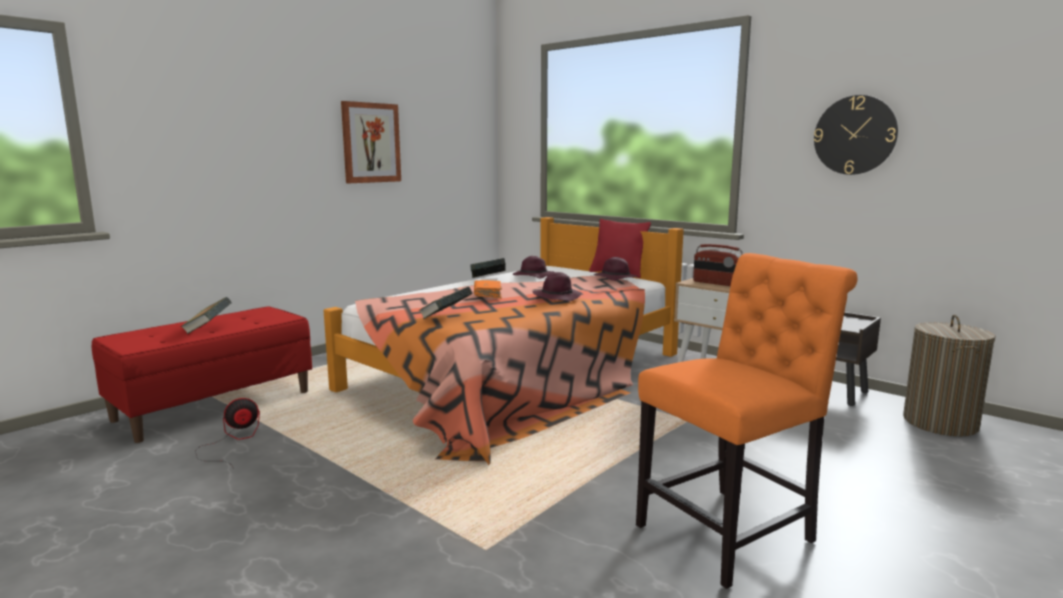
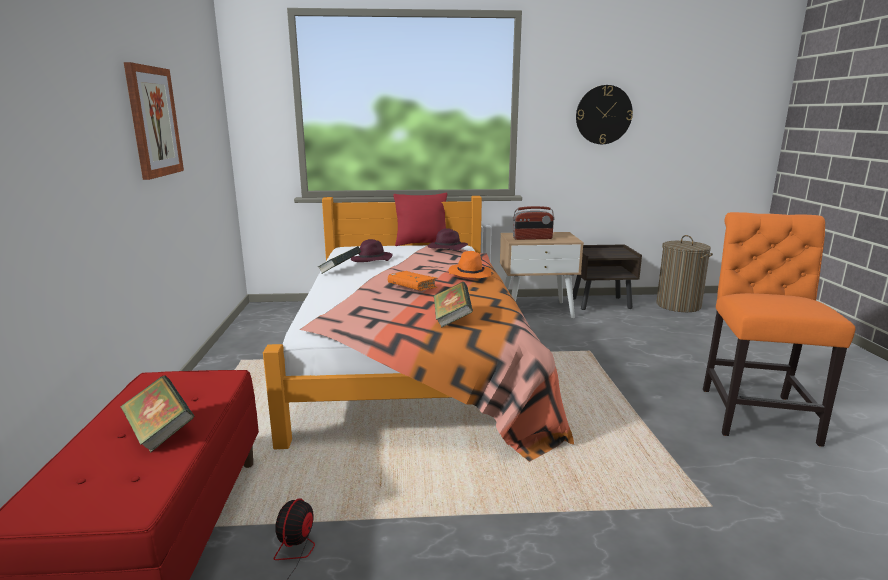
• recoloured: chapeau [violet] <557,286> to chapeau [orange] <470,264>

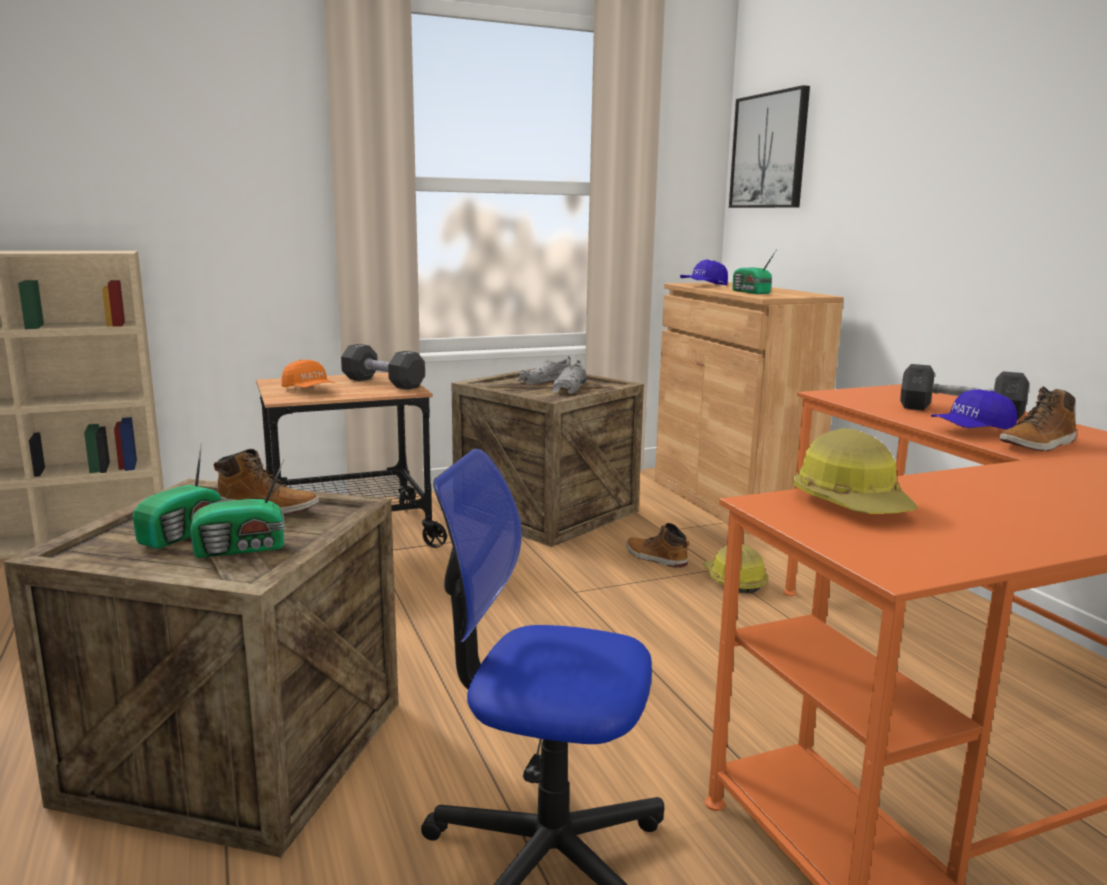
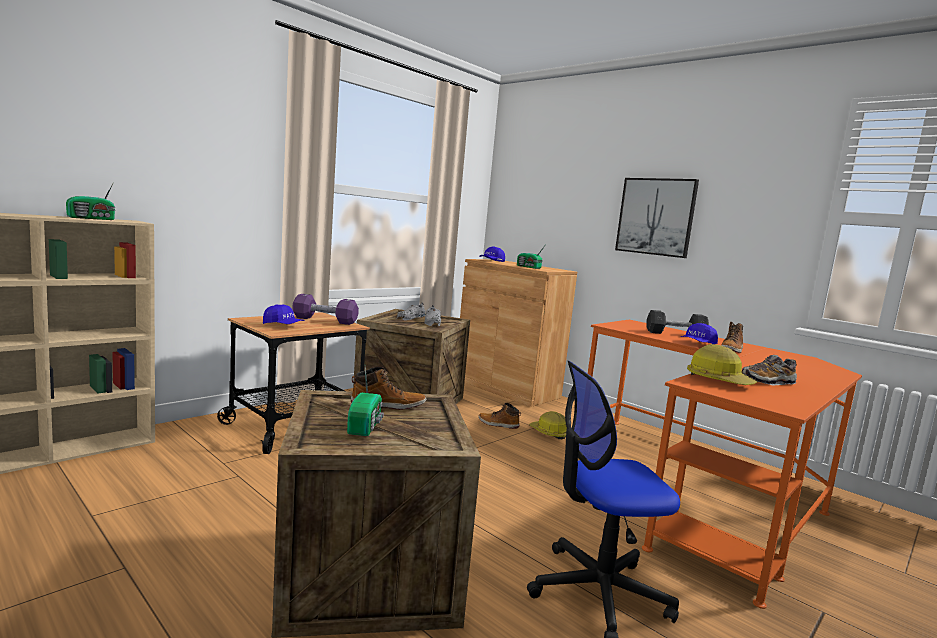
• moved: radio <237,508> to <90,201>
• recoloured: casquette [orange] <308,373> to casquette [bleu] <284,314>
• recoloured: haltère [noir] <383,367> to haltère [violet] <326,309>
• moved: tableau <769,146> to <657,218>
• added: chaussure <769,370>

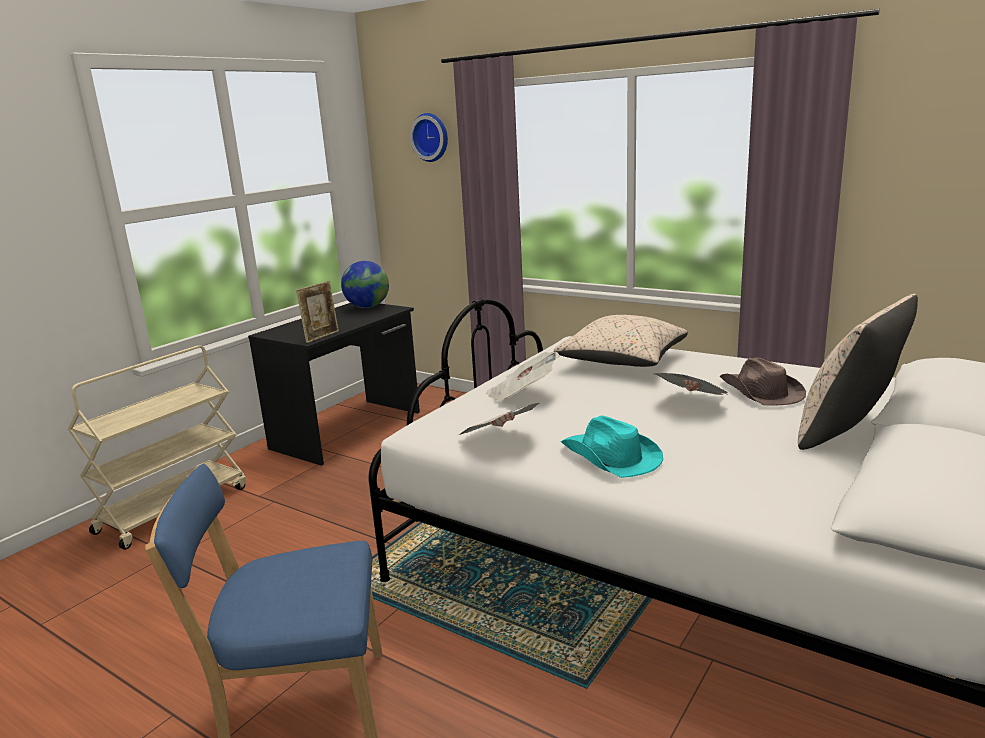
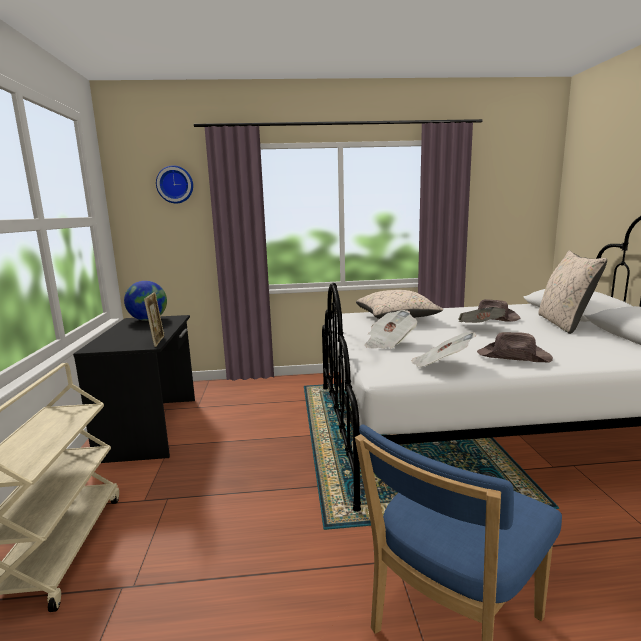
• recoloured: chapeau [turquoise] <612,447> to chapeau [marron] <515,347>

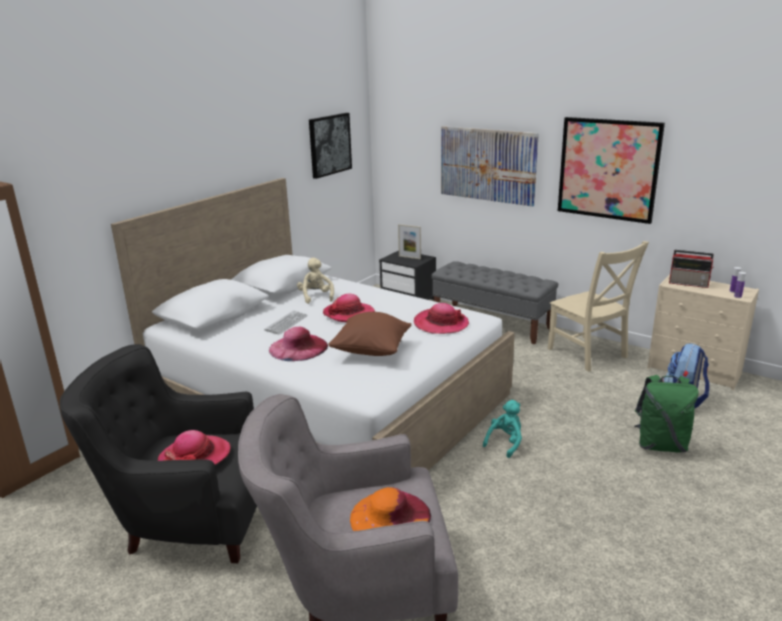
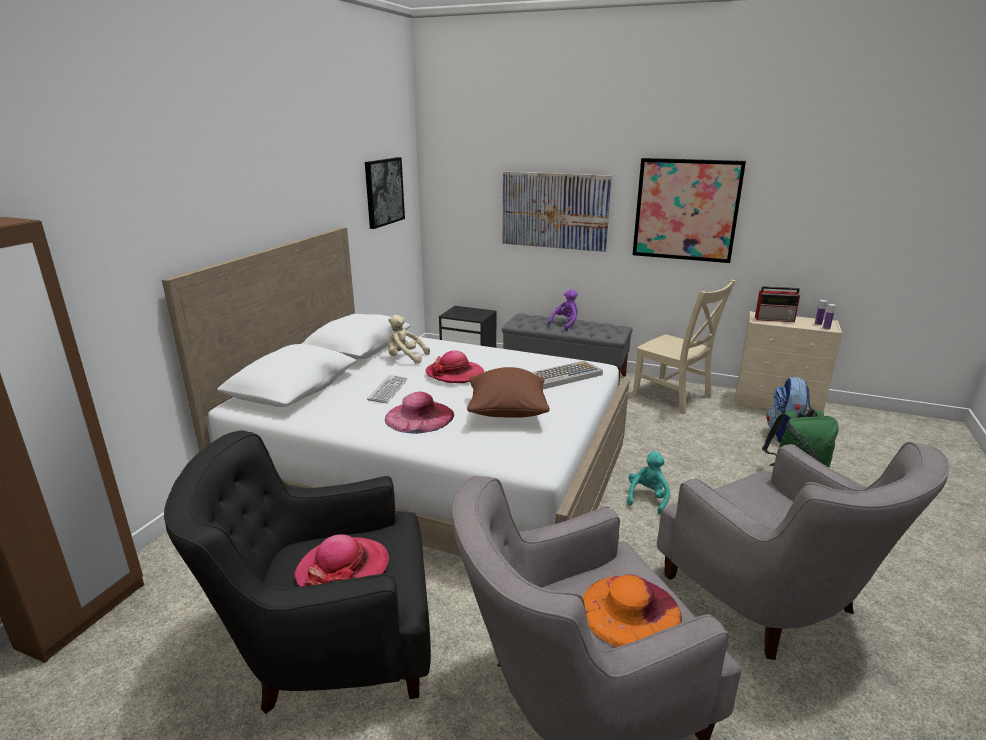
• turned: peluche [beige] <315,281> = <409,339> 45 degrees counterclockwise
• replaced: chapeau <441,318> to clavier <567,375>
• added: peluche [violet] <563,310>
• added: fauteuil [gris] <803,551>
• removed: cadre photo <409,241>

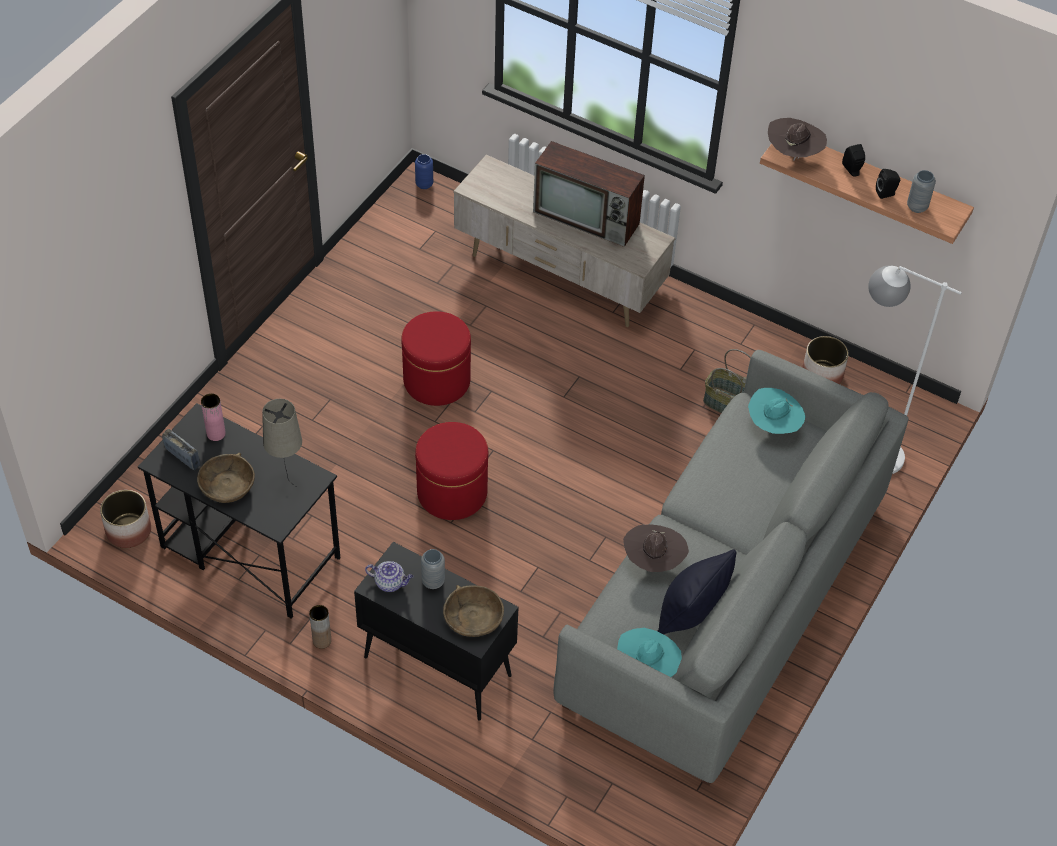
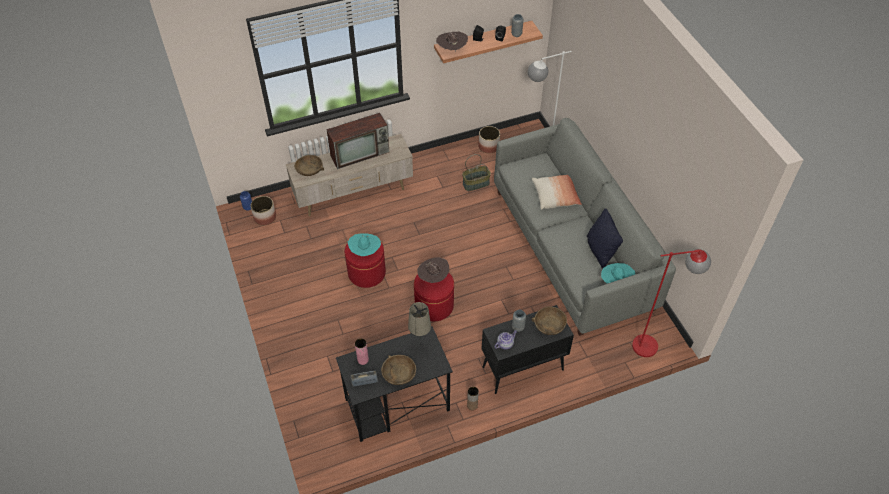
• moved: cache-pot <125,519> to <263,210>
• added: bol [marron] <309,165>
• moved: chapeau [turquoise] <777,411> to <364,244>
• moved: chapeau [marron] <656,548> to <433,270>
• added: coussin <557,192>
• added: lampadaire [rouge] <671,303>

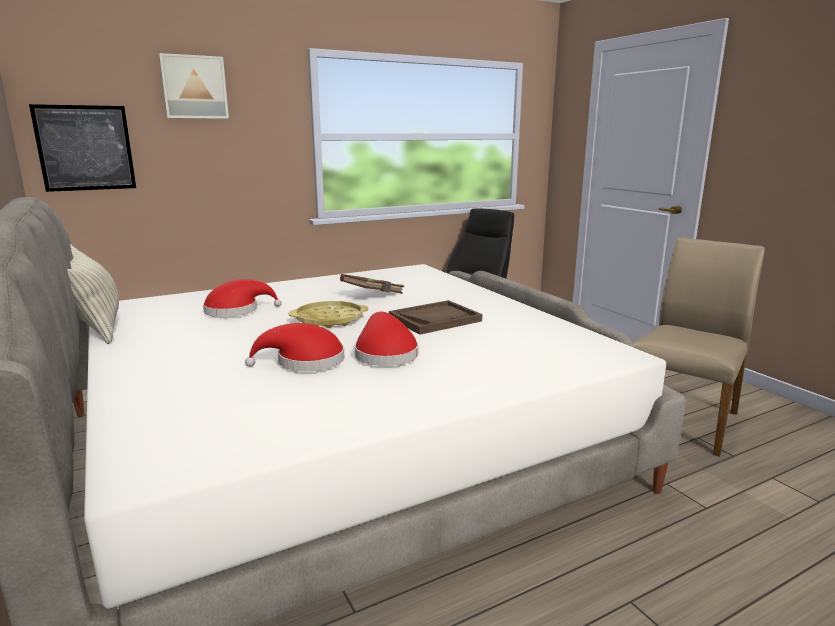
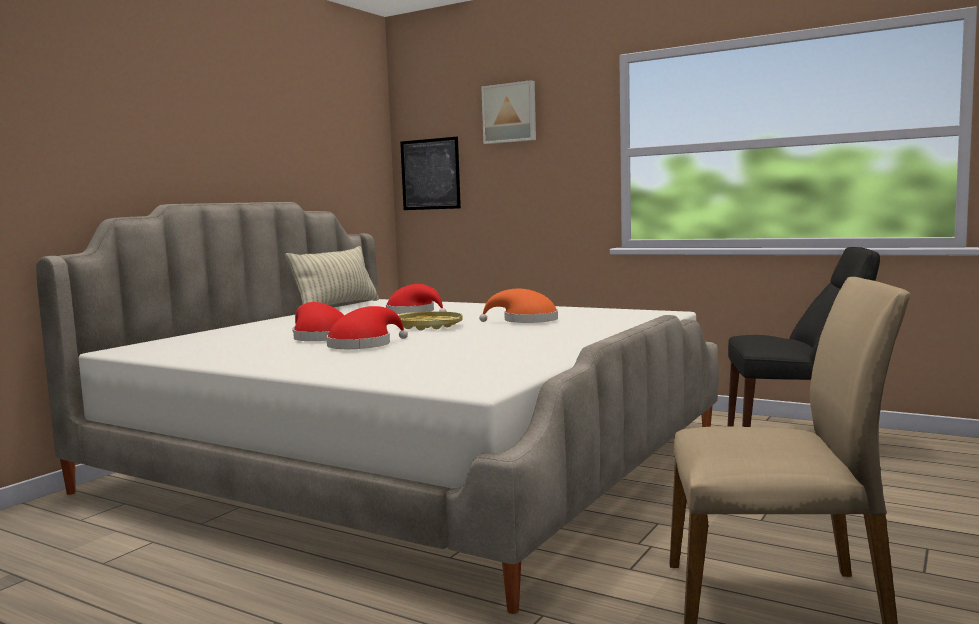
• replaced: livre [marron] <372,284> to chapeau [orange] <518,306>
• removed: plateau [marron] <435,317>

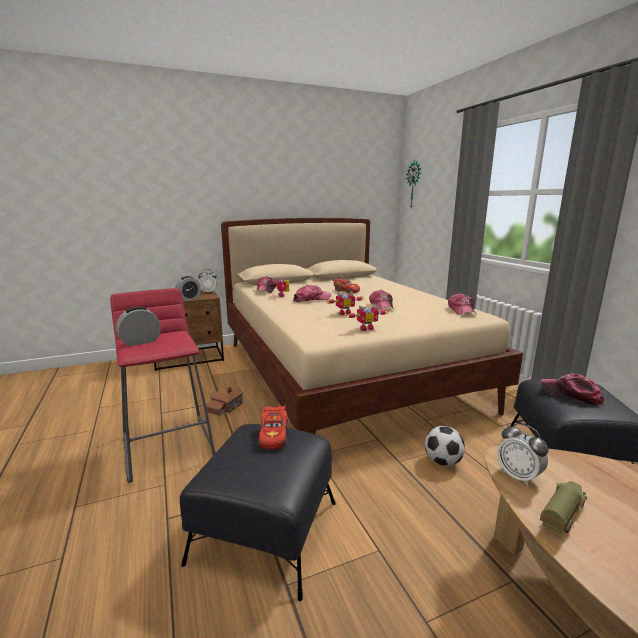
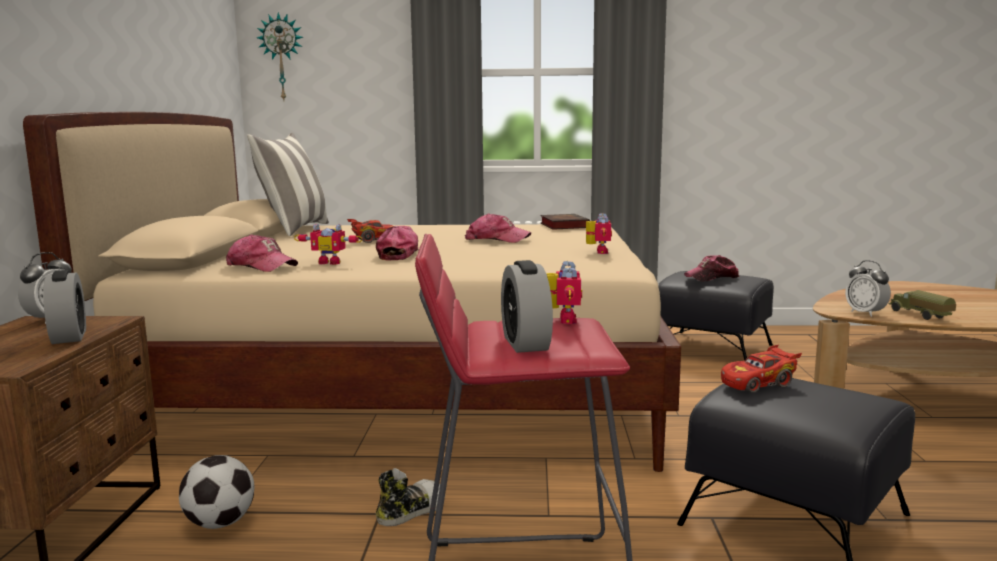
• moved: ballon de foot <445,446> to <216,492>
• added: coussin <288,184>
• replaced: maison miniature <224,401> to chaussure <410,497>
• replaced: casquette <462,304> to livre <565,222>
• moved: robot jouet <345,303> to <564,292>
• turned: petite voiture [rouge] <273,426> = <761,368> 135 degrees clockwise
• turned: réveil <522,454> = <868,288> 75 degrees clockwise

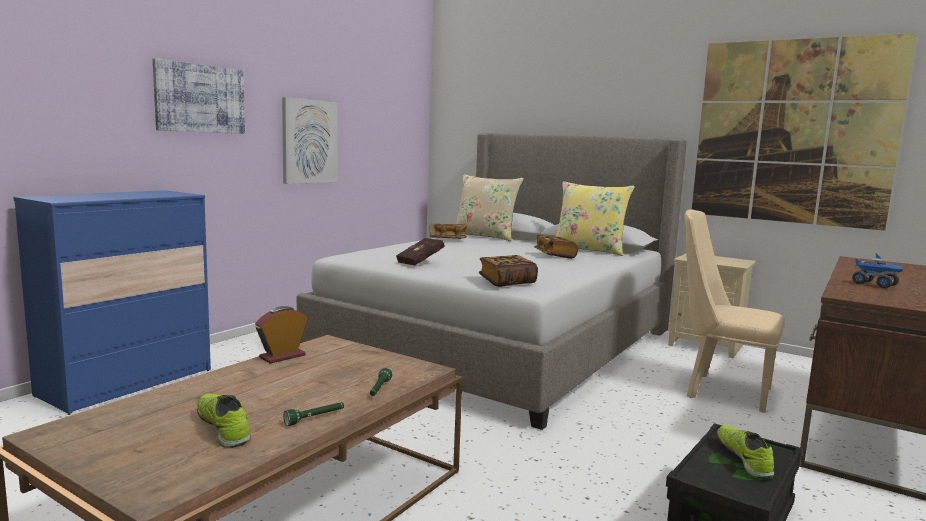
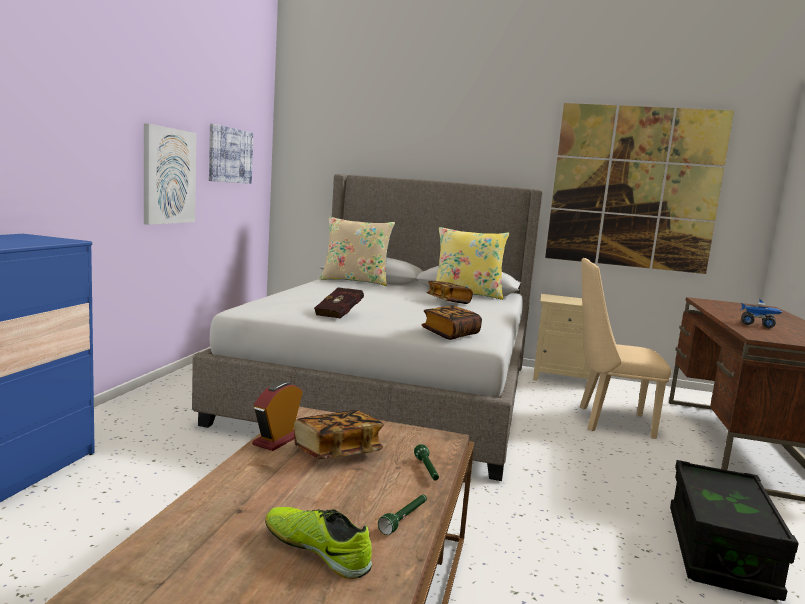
• moved: tableau <199,96> to <231,153>
• moved: livre <448,231> to <339,434>
• removed: chaussure <745,451>

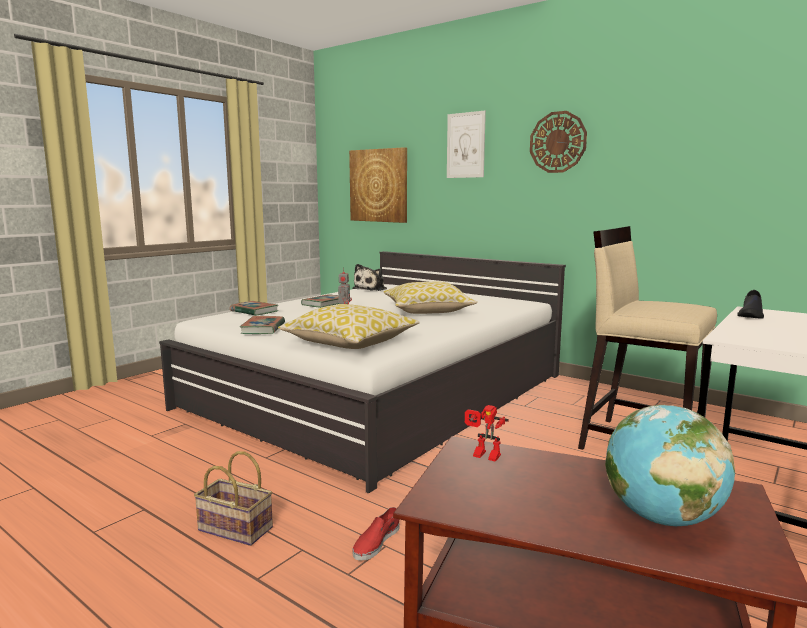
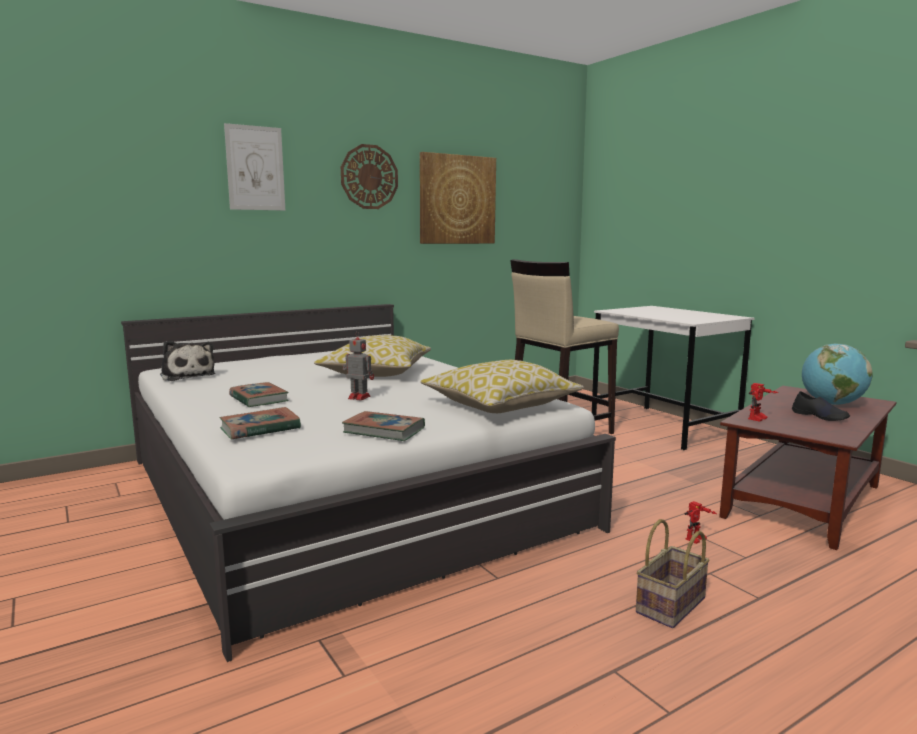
• moved: tableau <378,185> to <458,198>
• replaced: chaussure [rouge] <376,533> to robot jouet <700,522>
• moved: chaussure [noir] <750,304> to <821,406>

